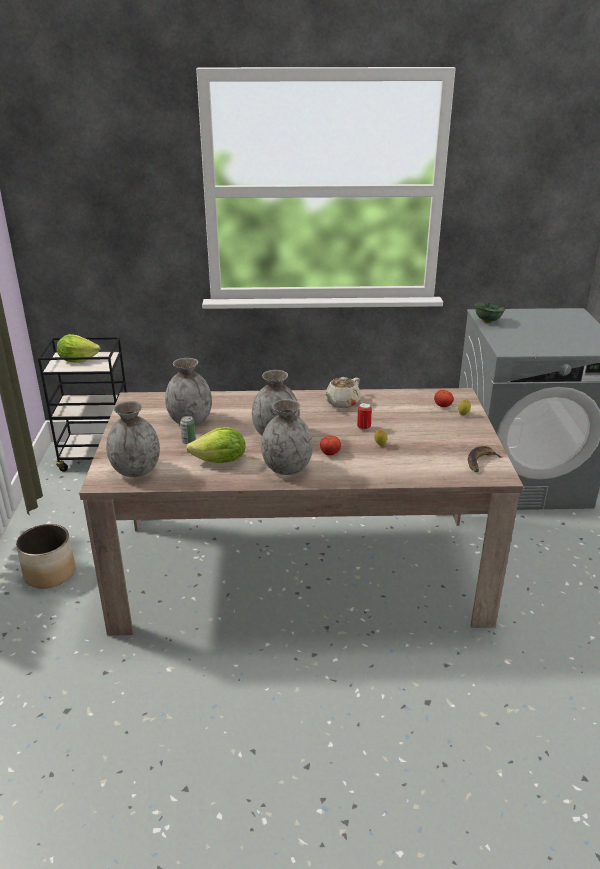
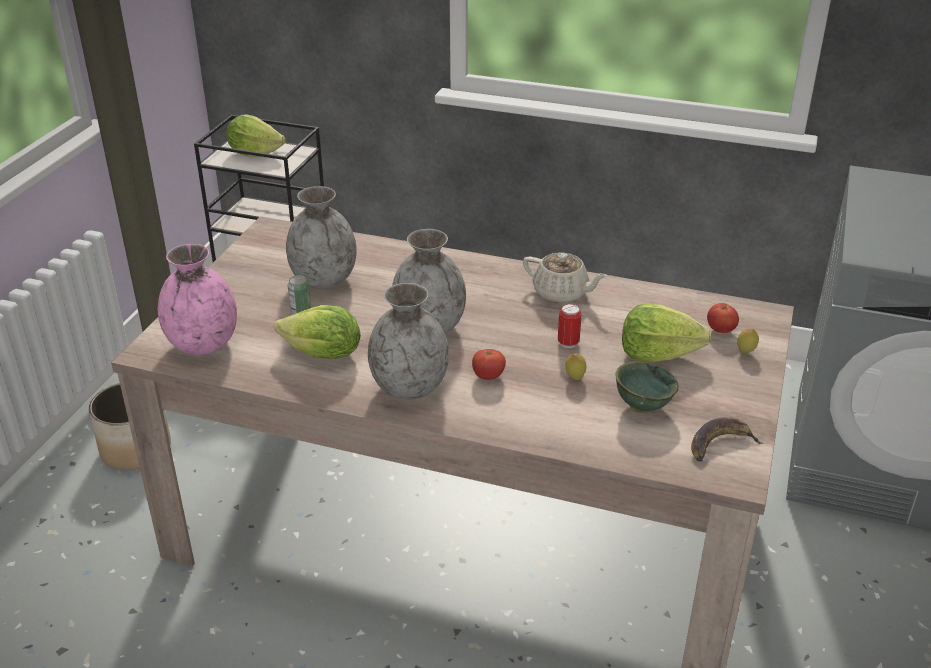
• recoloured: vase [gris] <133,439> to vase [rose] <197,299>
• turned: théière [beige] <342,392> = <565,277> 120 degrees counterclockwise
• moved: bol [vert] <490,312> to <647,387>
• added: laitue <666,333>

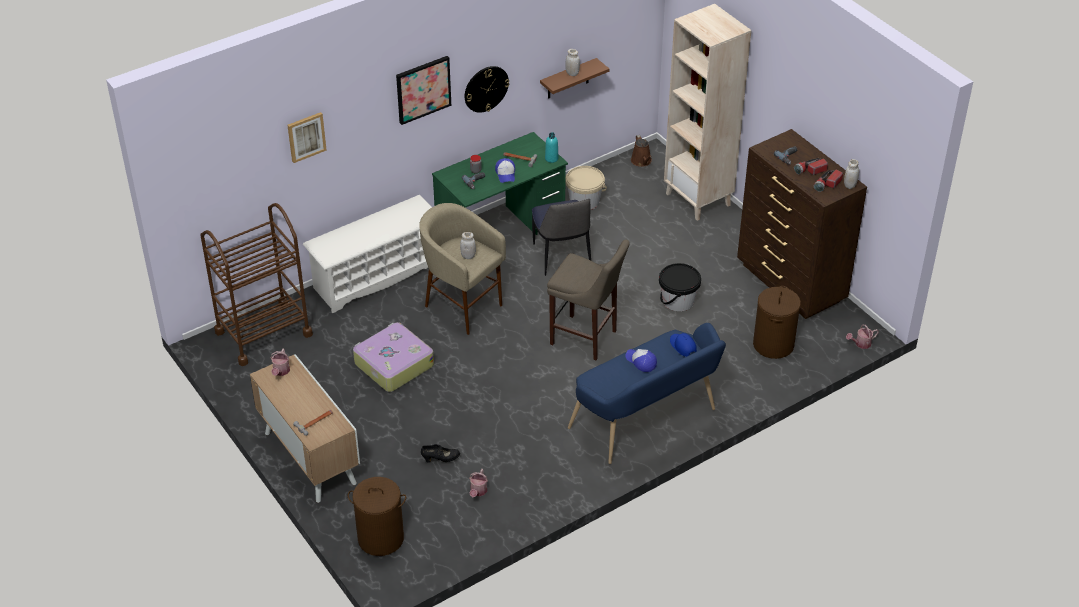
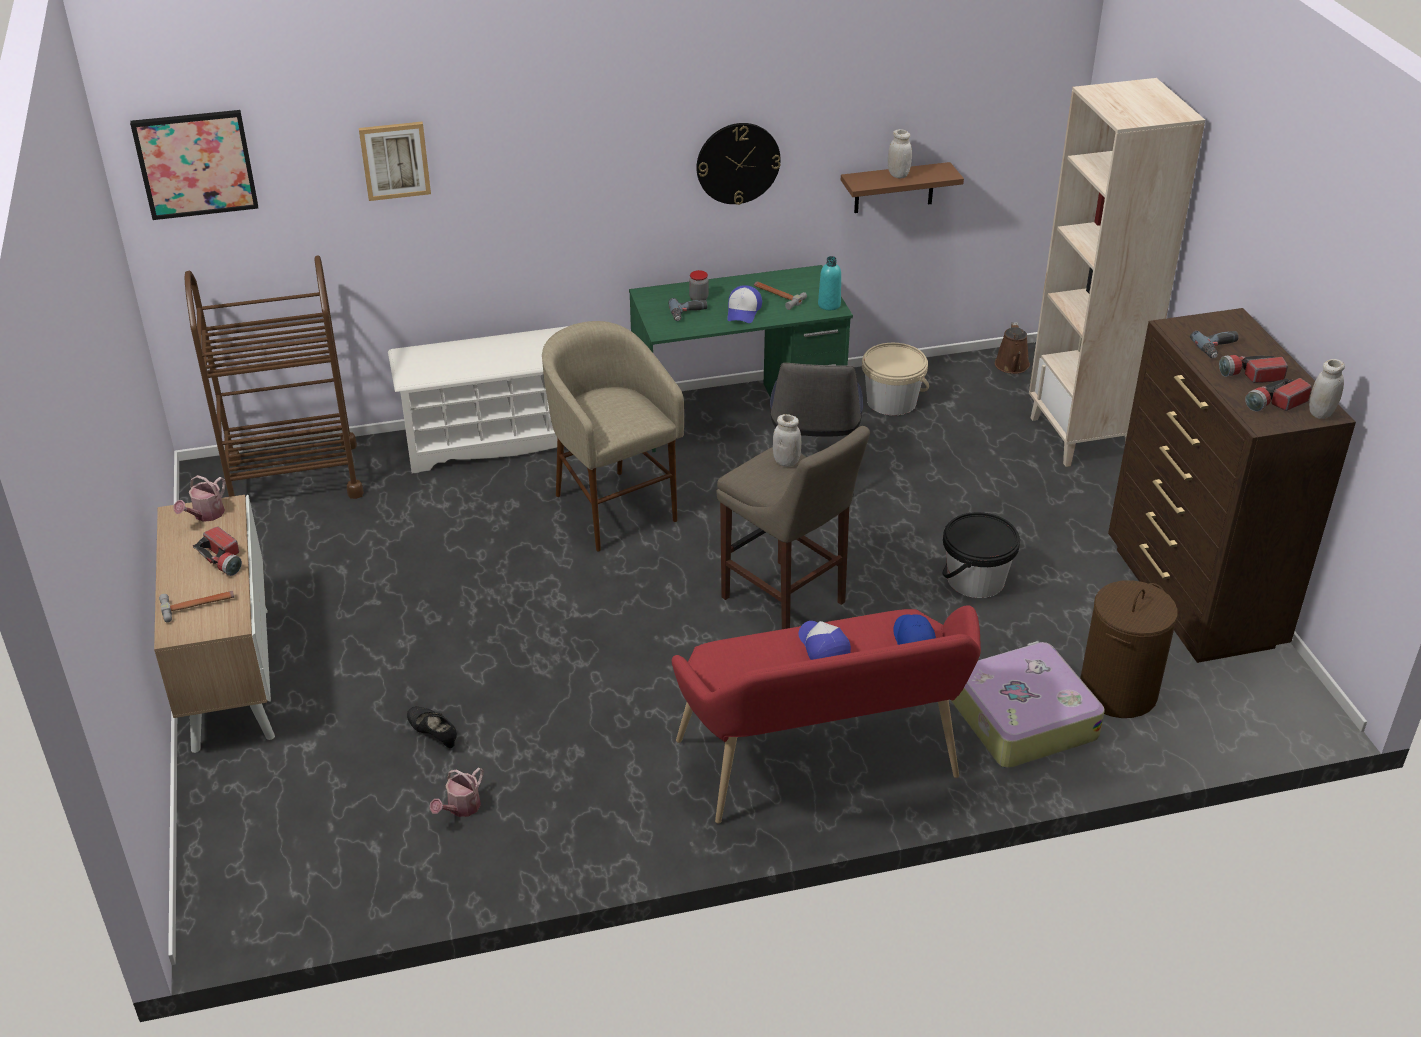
• moved: tableau <423,90> to <194,165>
• added: lampe de poche <217,551>
• turned: chaussure [noir] <440,453> = <432,727> 150 degrees counterclockwise
• recoloured: banc [bleu] <647,393> to banc [rouge] <826,714>
• moved: bocal [blanc] <468,245> to <787,440>
• moved: valise <393,357> to <1028,704>
• removed: panier à linge [marron] <377,516>
• removed: arrosoir <862,337>

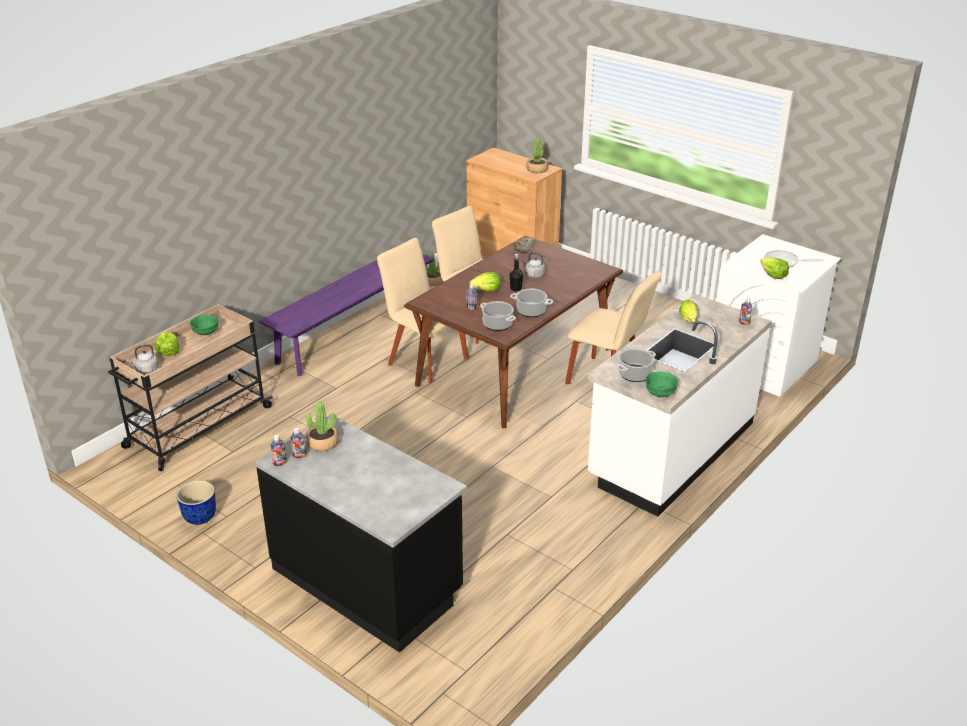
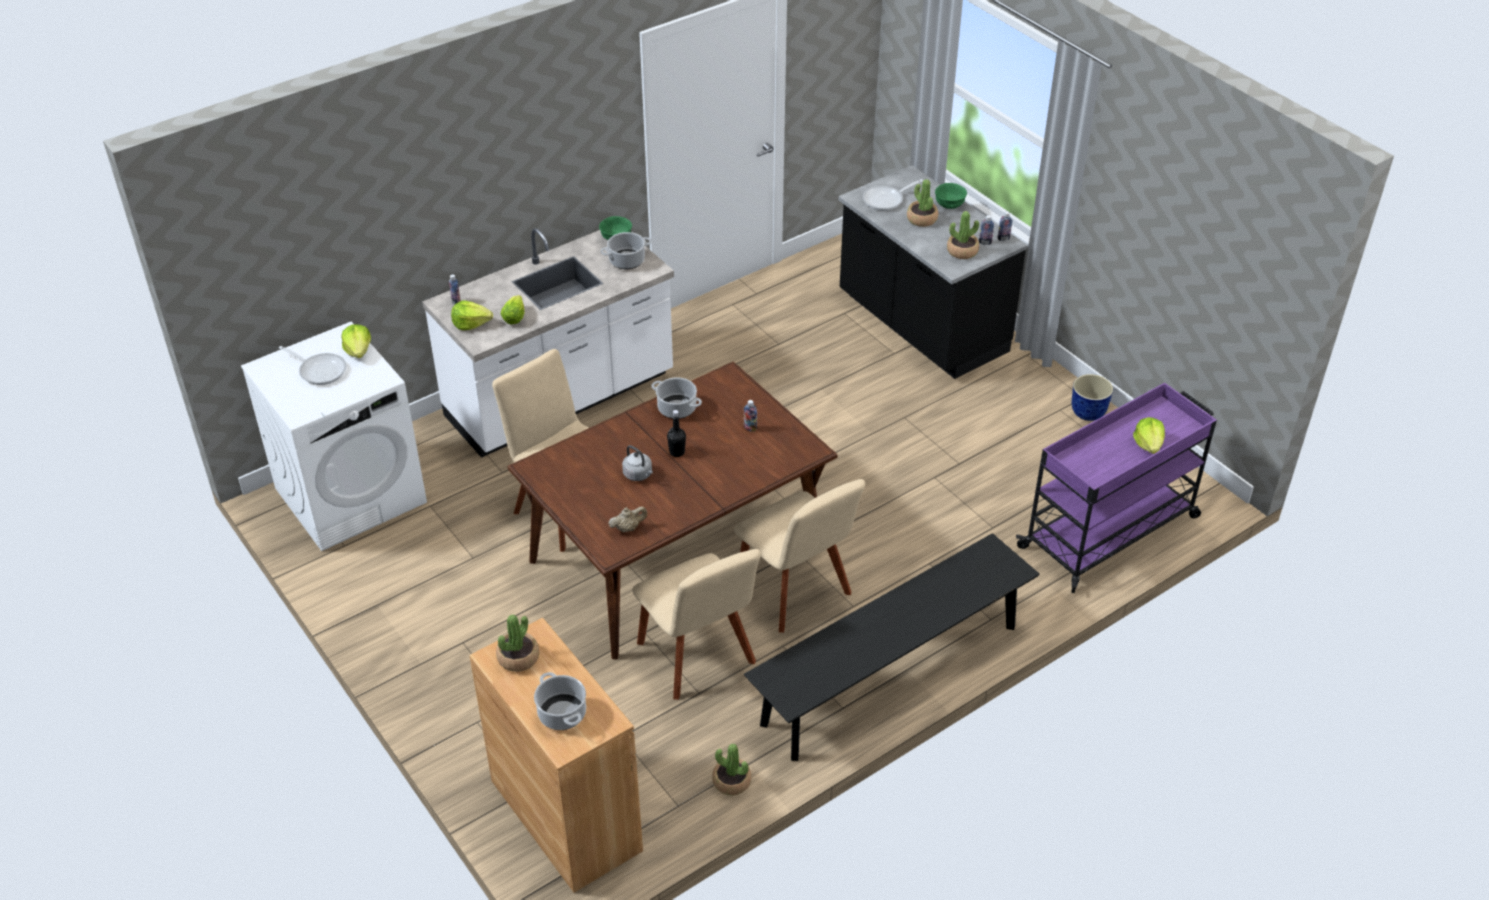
• moved: laitue <485,281> to <472,315>
• moved: marmite <498,316> to <560,701>
• recoloured: banc [violet] <346,315> to banc [noir] <891,647>
• added: poêle <893,195>
• added: plante en pot <922,203>
• moved: bol [vert] <204,324> to <951,196>
• recoloured: chariot [beige] <190,387> to chariot [violet] <1116,488>
• removed: bouilloire [gris] <142,359>

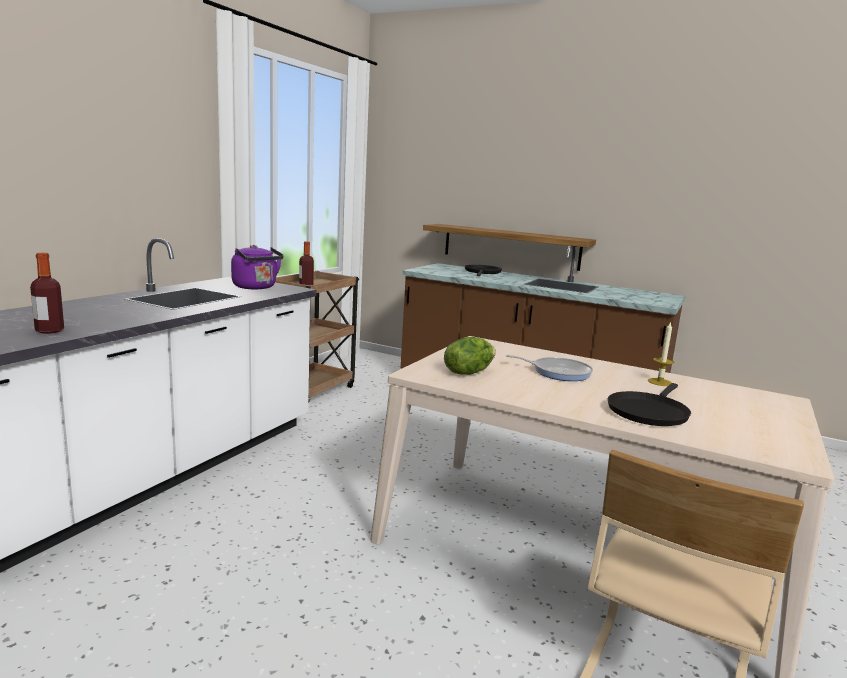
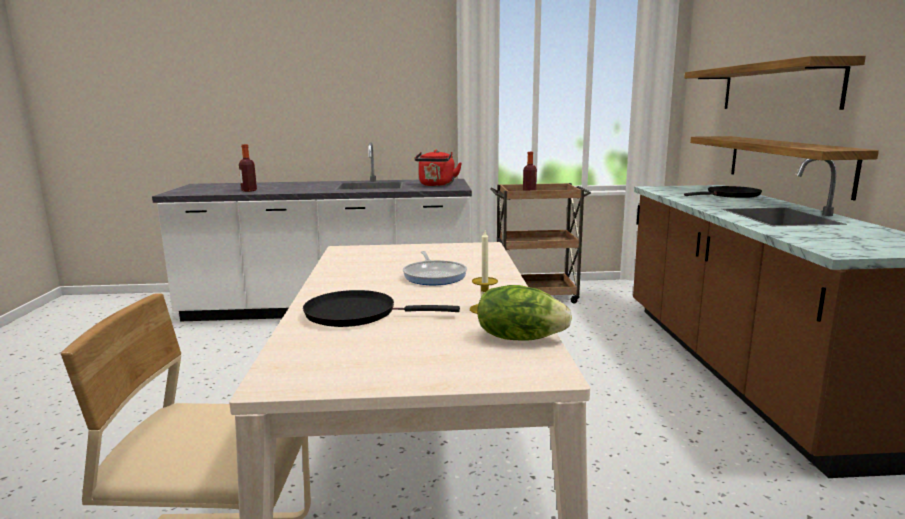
• recoloured: bouilloire [violet] <257,267> to bouilloire [rouge] <438,168>
• moved: laitue <470,356> to <525,313>
• added: étagère <775,83>

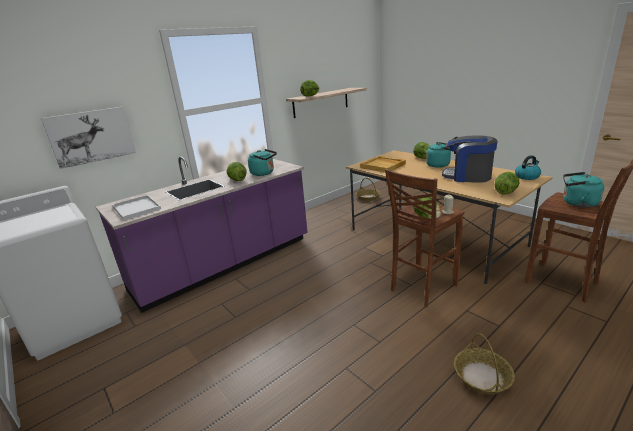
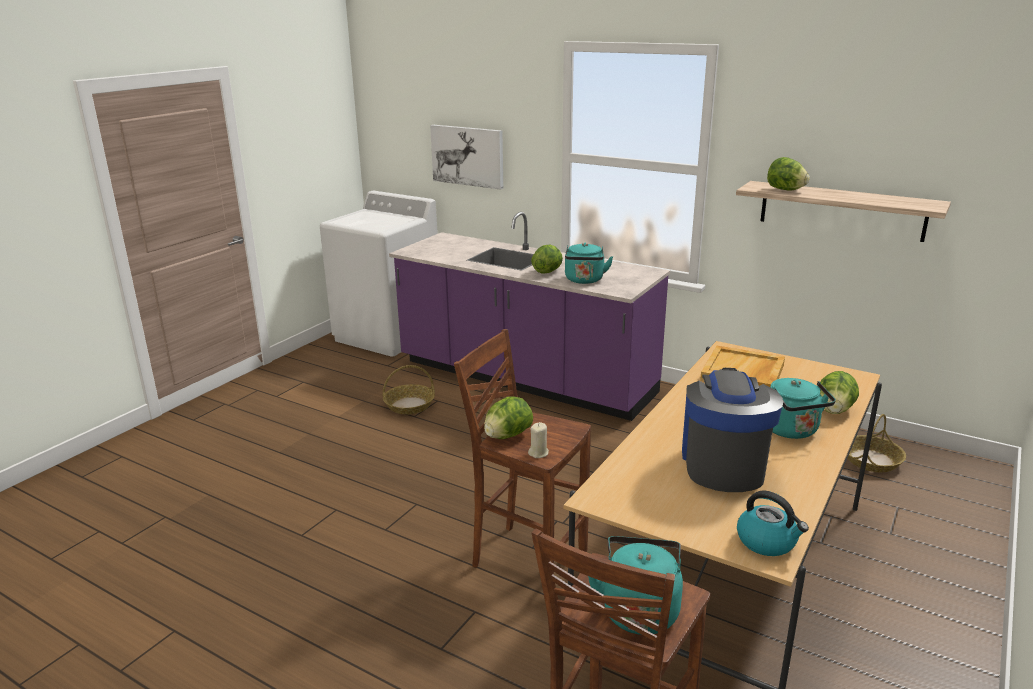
• moved: panier <484,364> to <408,389>
• removed: plateau [blanc] <136,207>
• removed: laitue <507,183>

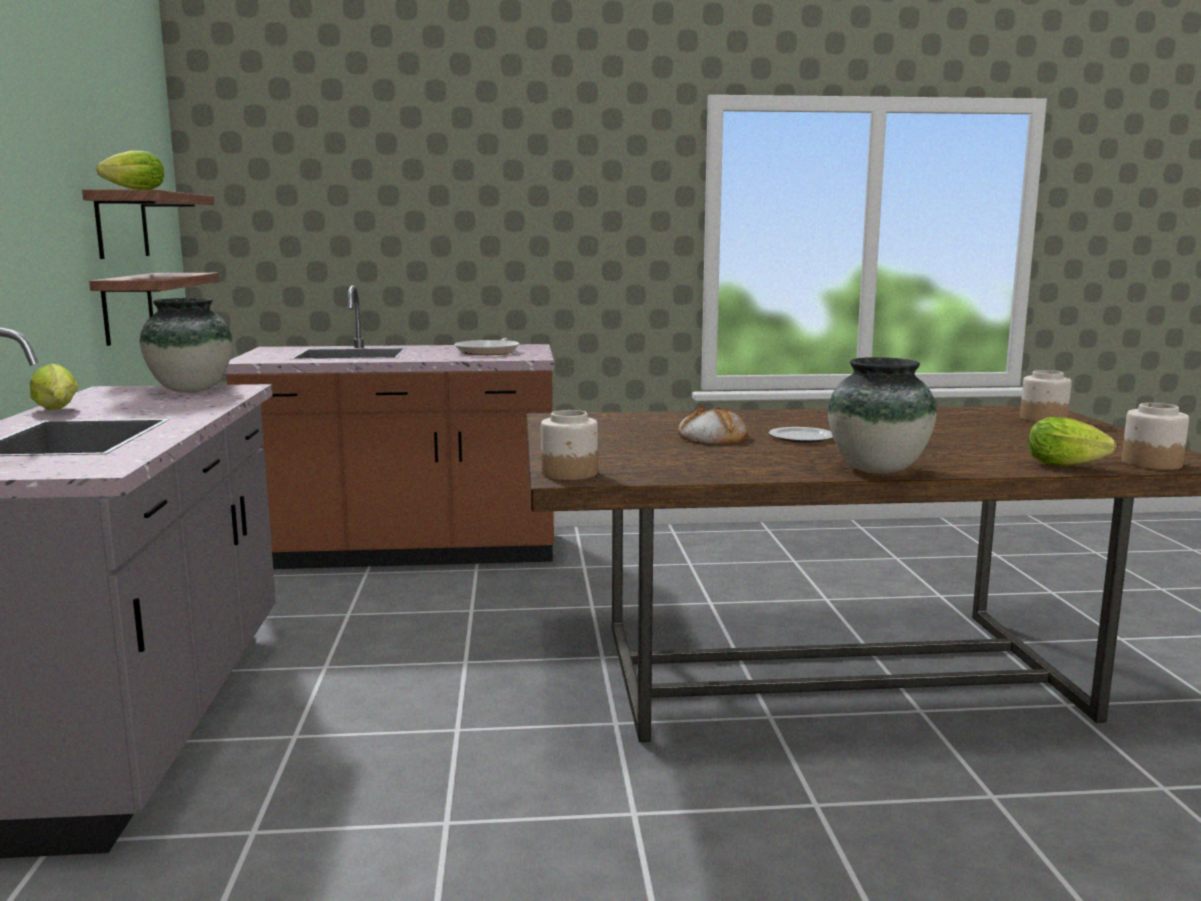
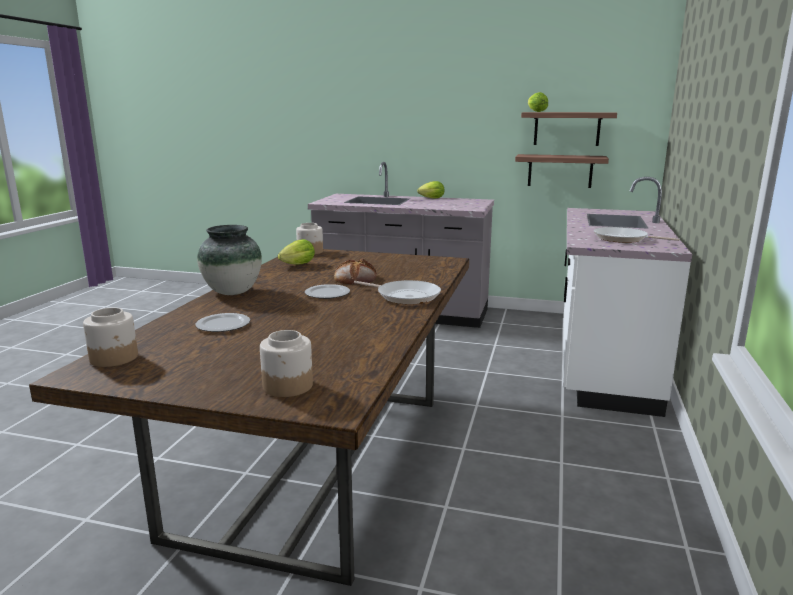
• added: assiette <223,322>
• moved: laitue <1072,441> to <296,252>
• added: poêle <397,292>
• recoloured: comptoir de cuisine [marron] <389,427> to comptoir de cuisine [blanc] <627,297>
• removed: vase <186,345>

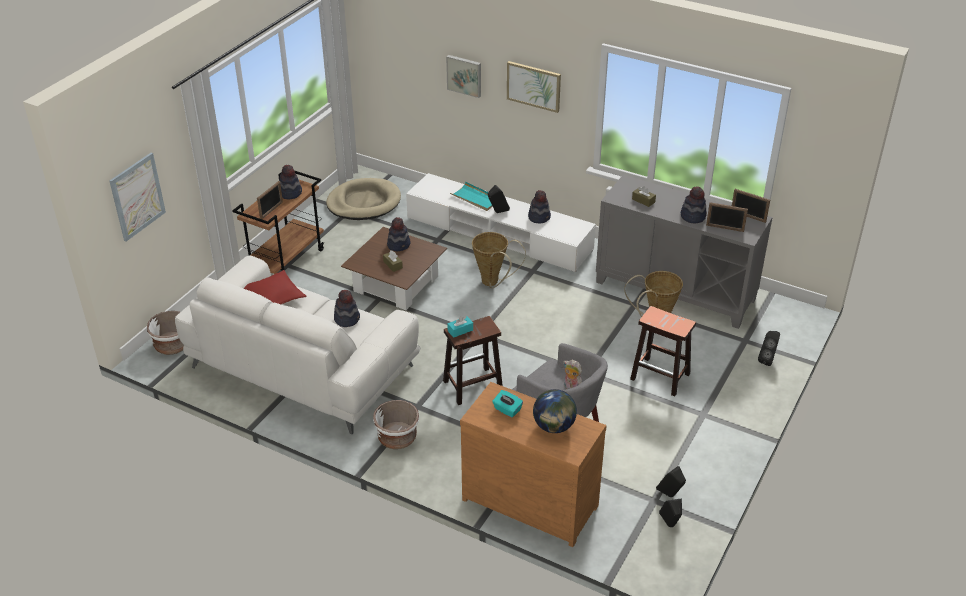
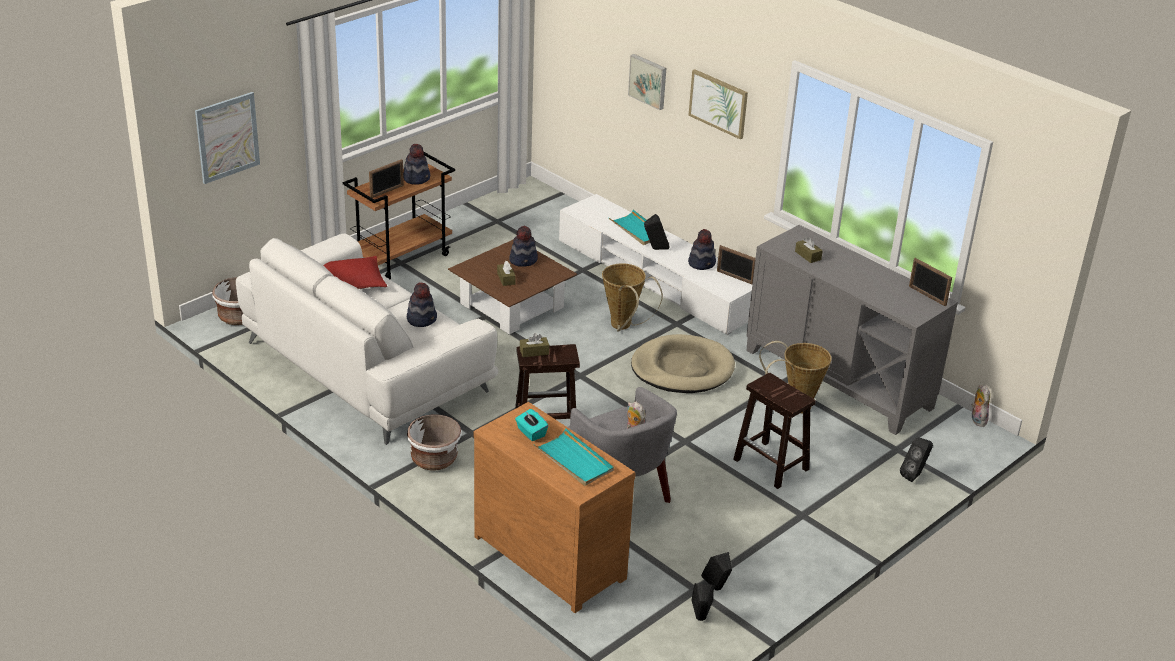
• recoloured: boîte à mouchoirs [turquoise] <460,327> to boîte à mouchoirs [marron] <534,345>
• replaced: globe <555,411> to plateau [turquoise] <574,457>
• moved: panier pour chien [beige] <363,199> to <683,363>
• moved: cadre photo <727,217> to <736,264>
• added: peluche <980,406>
• removed: chapeau <694,205>

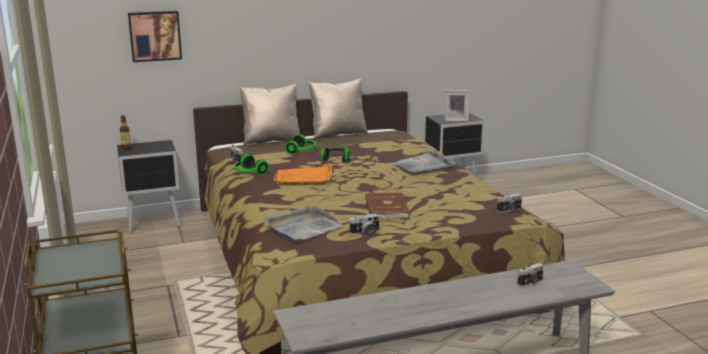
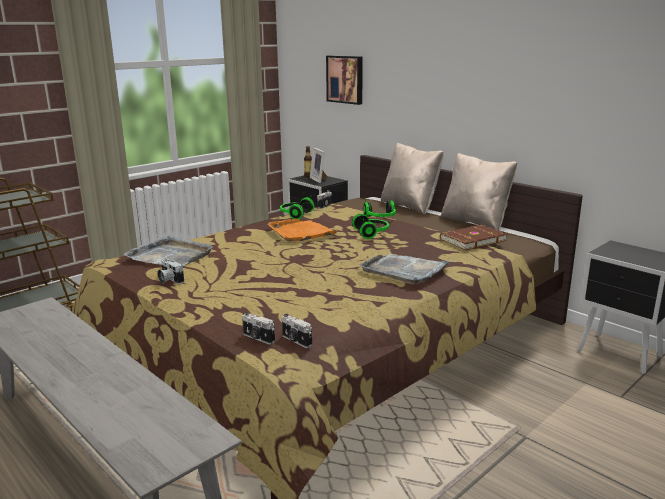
• moved: appareil photo <530,275> to <258,328>
• moved: cadre photo <457,106> to <318,165>
• moved: livre [marron] <387,206> to <473,237>

